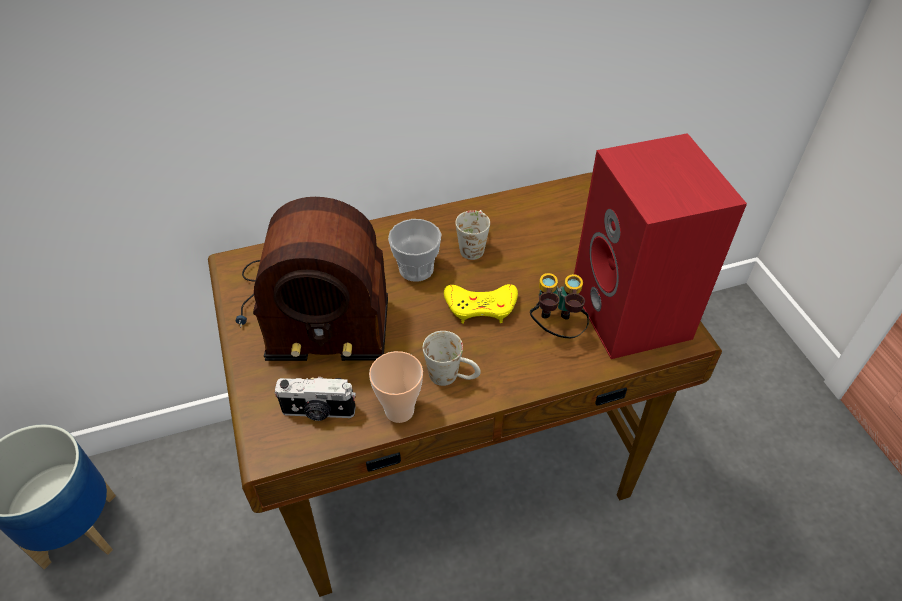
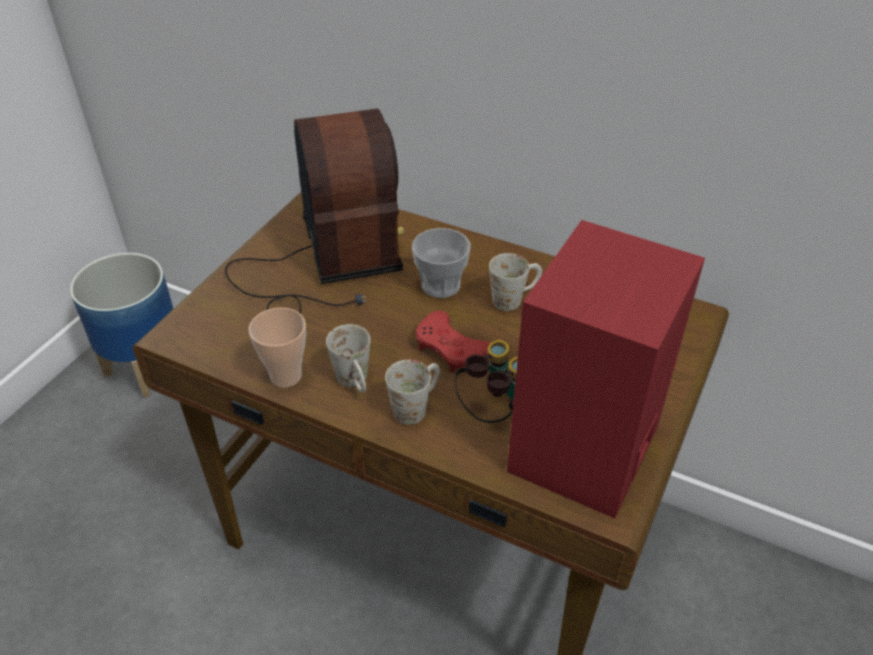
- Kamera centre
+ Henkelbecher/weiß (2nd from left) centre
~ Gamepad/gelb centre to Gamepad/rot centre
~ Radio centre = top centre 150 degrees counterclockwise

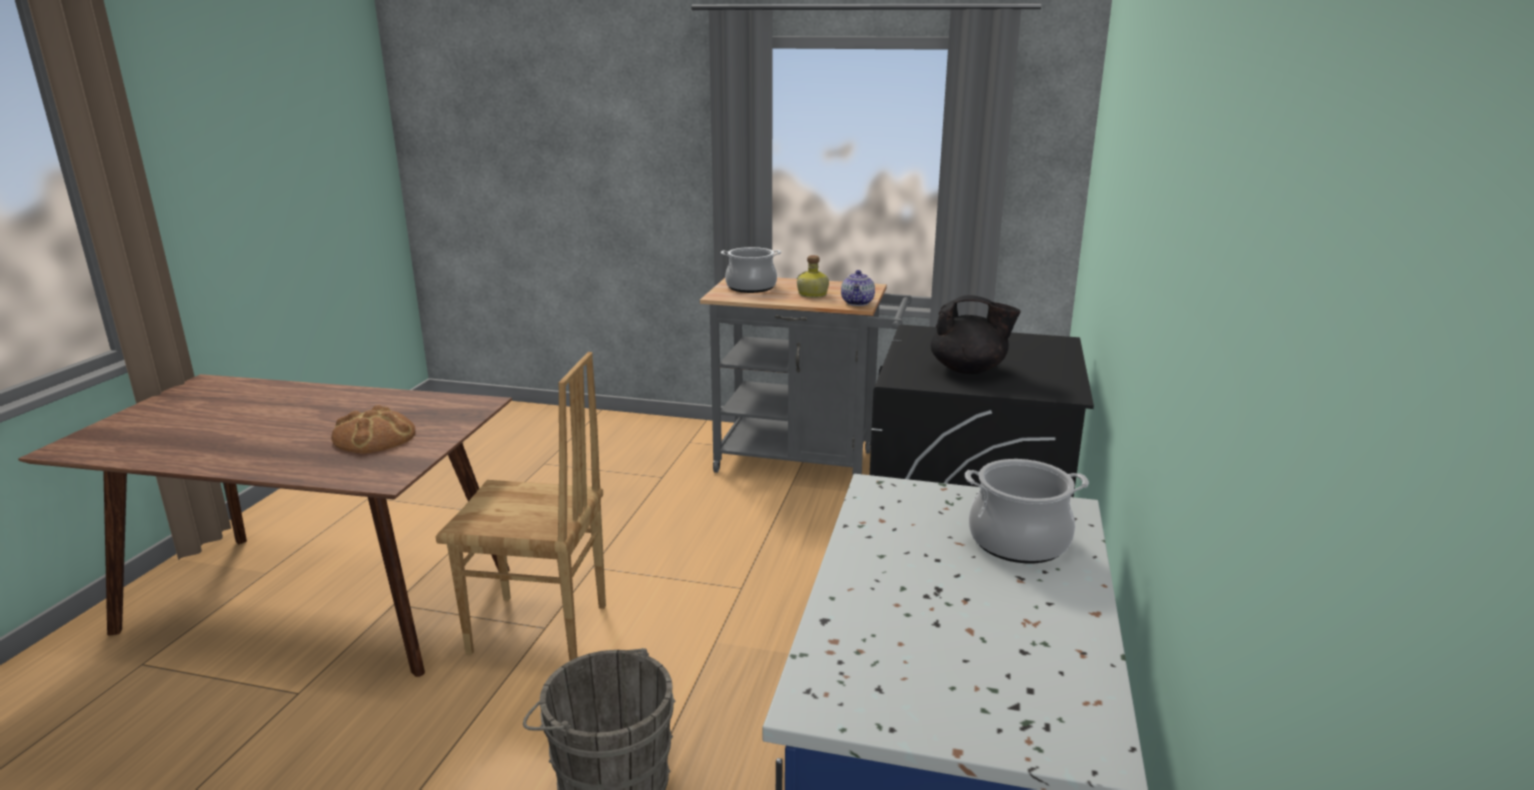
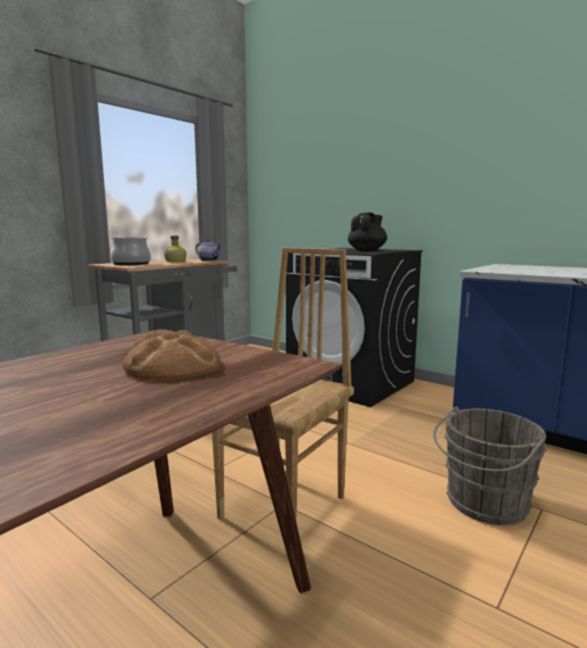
- Kochtopf (2nd from left) middle right

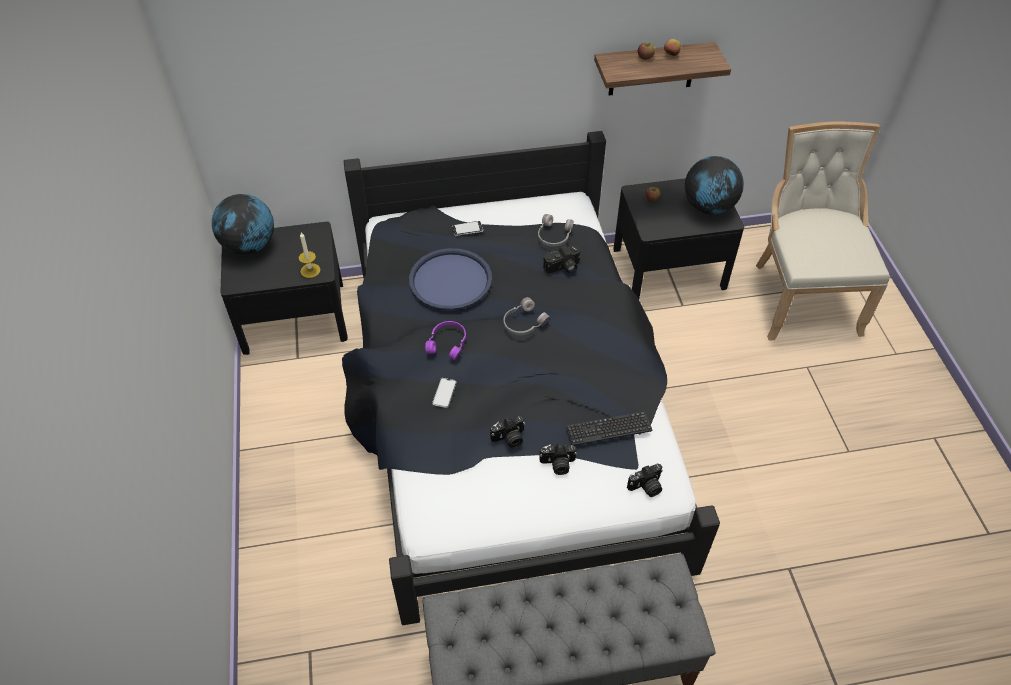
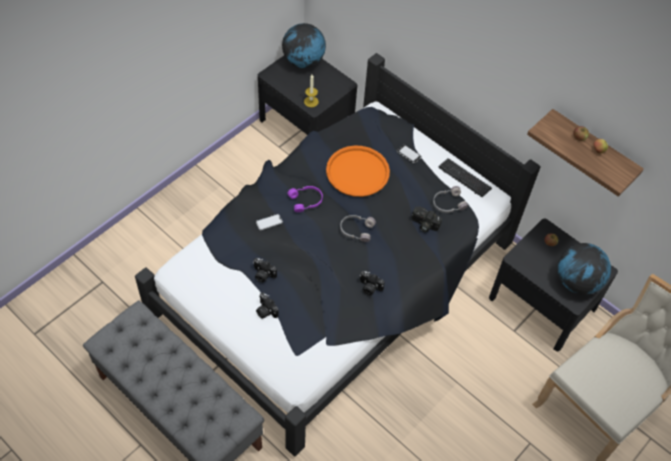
~ Tastatur centre to middle right
~ Kamera (4th from left in the first image) bottom centre to Kamera (3rd from left) centre
~ Tablett/blau centre to Tablett/orange centre

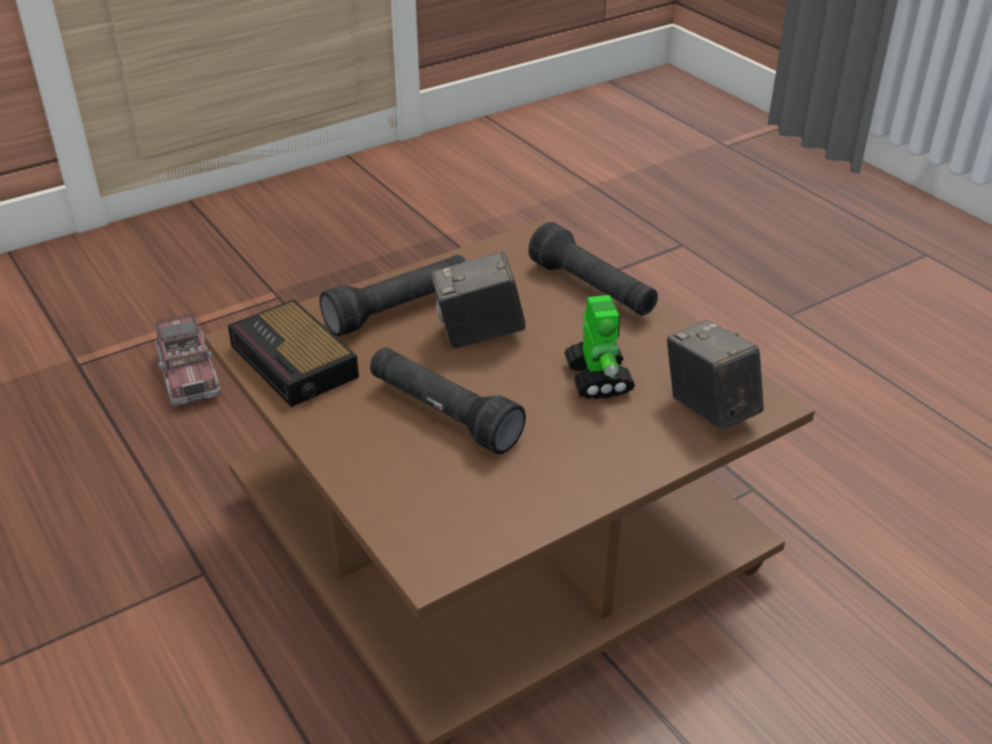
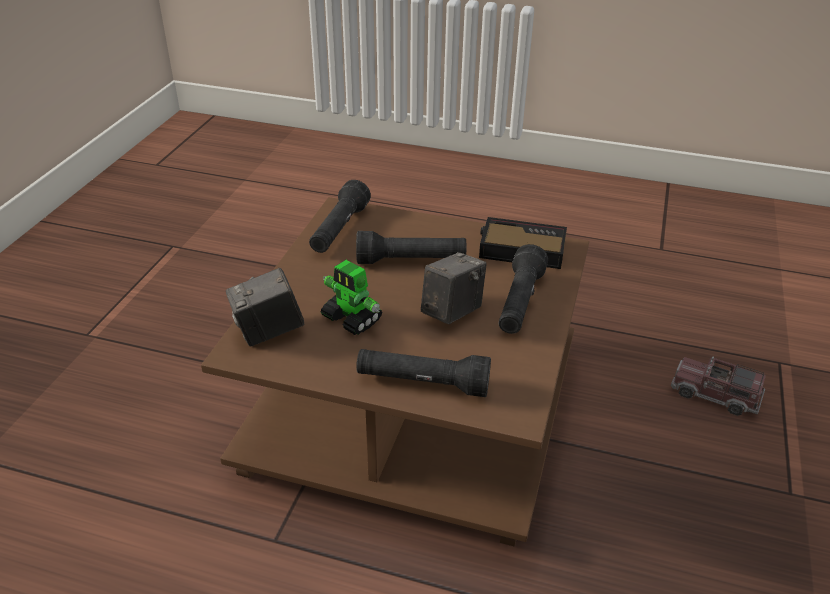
+ Taschenlampe/schwarz (1st from left) centre
~ Kamera (2nd from left in the first image) middle right = middle left 135 degrees clockwise

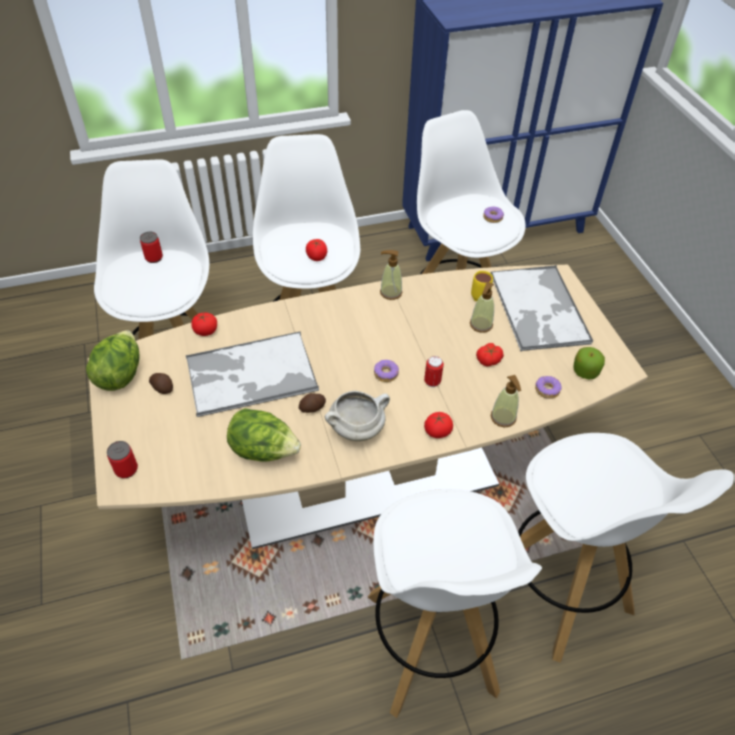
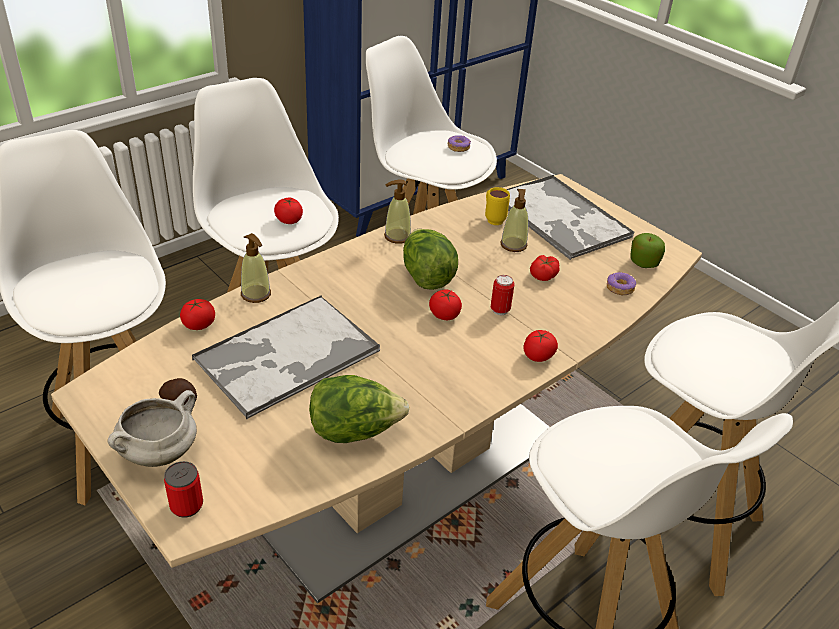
- Dose (2nd from left) middle left
- Kartoffel (2nd from left) centre
~ Salatkopf (1st from left in the first image) middle left to Salatkopf (2nd from left) centre
~ Kochtopf/weiß centre to bottom left
~ Seifenspender (3rd from left in the first image) middle right to Seifenspender (1st from left) middle left
~ Donut (1st from left) centre to Tomate (3rd from left) centre

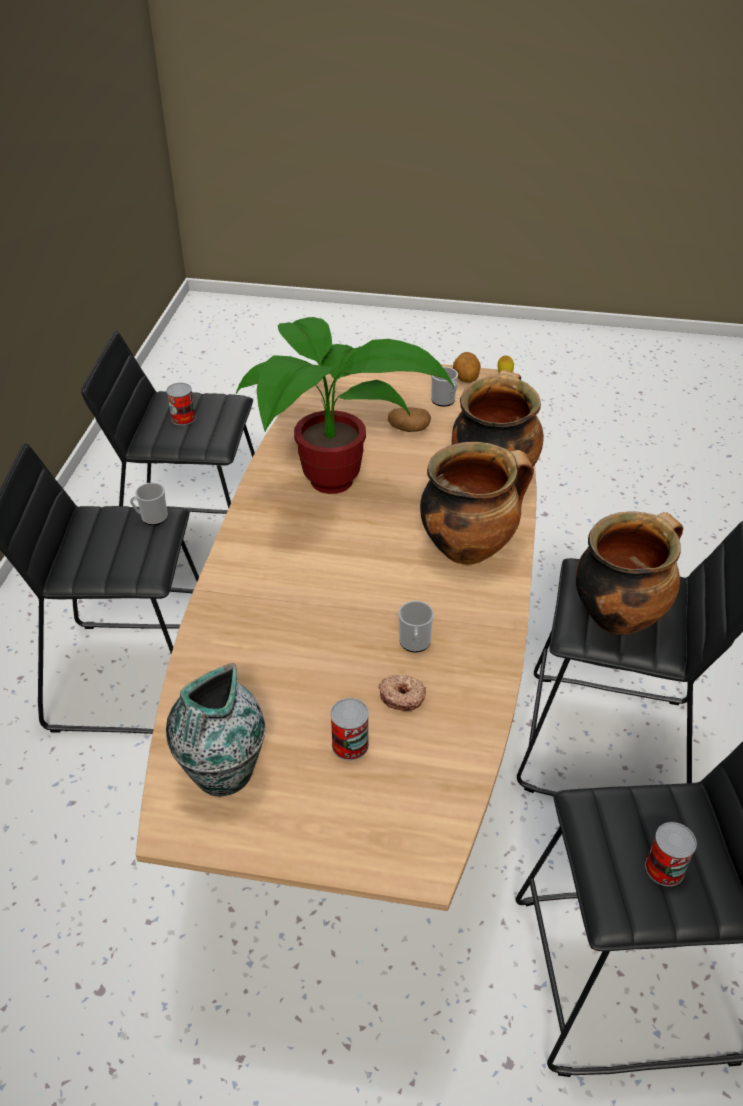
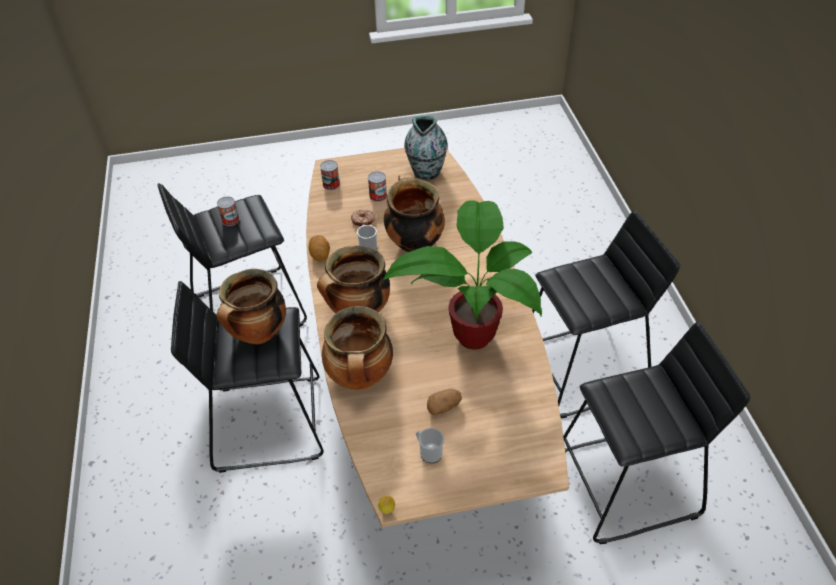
- Henkelbecher (1st from left) middle left
+ Kochtopf (4th from left) centre
~ Dose (1st from left in the first image) middle left to Dose (2nd from left) top centre
~ Kartoffel (2nd from left in the first image) top centre to Kartoffel (1st from left) centre

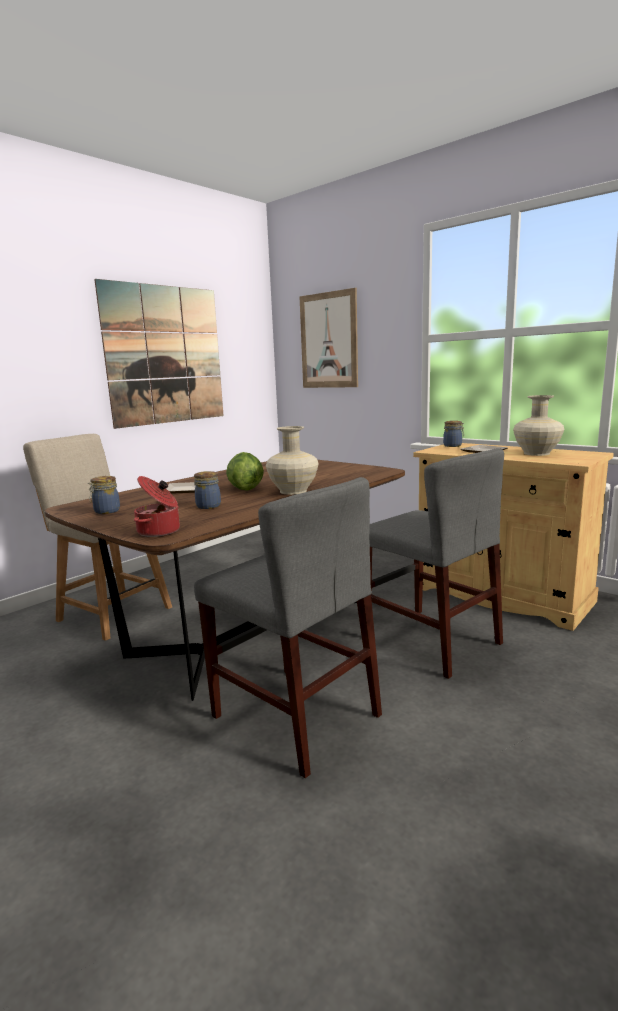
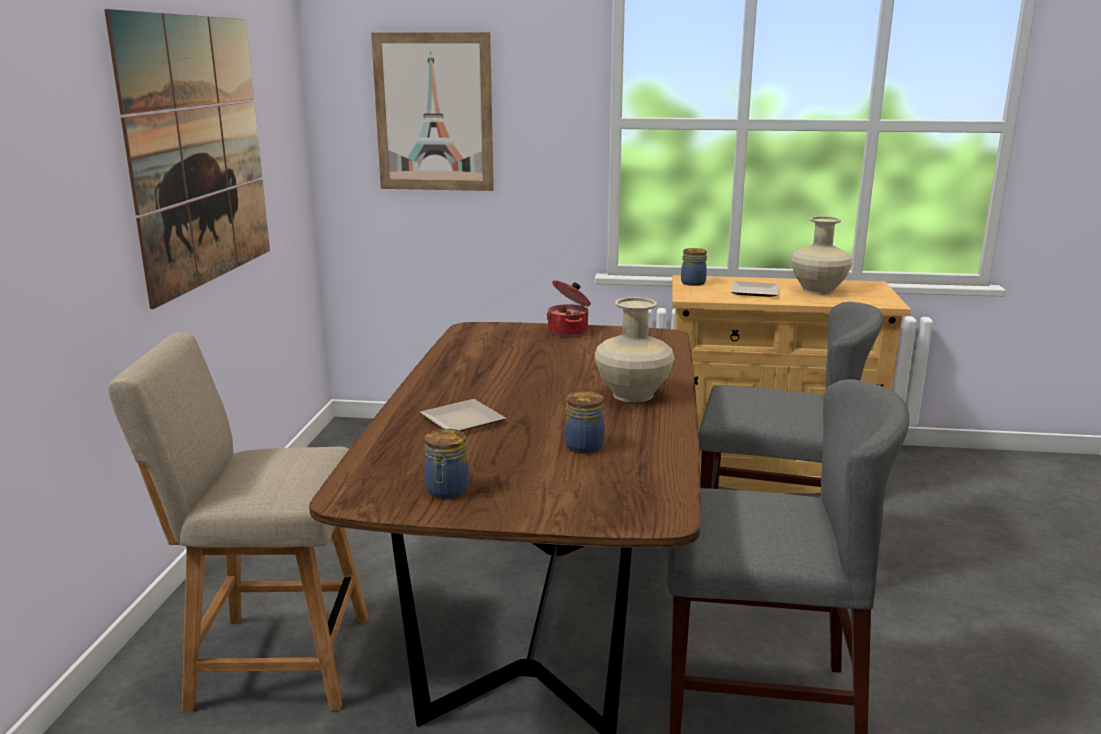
- Salatkopf centre
~ Kochtopf middle left to centre

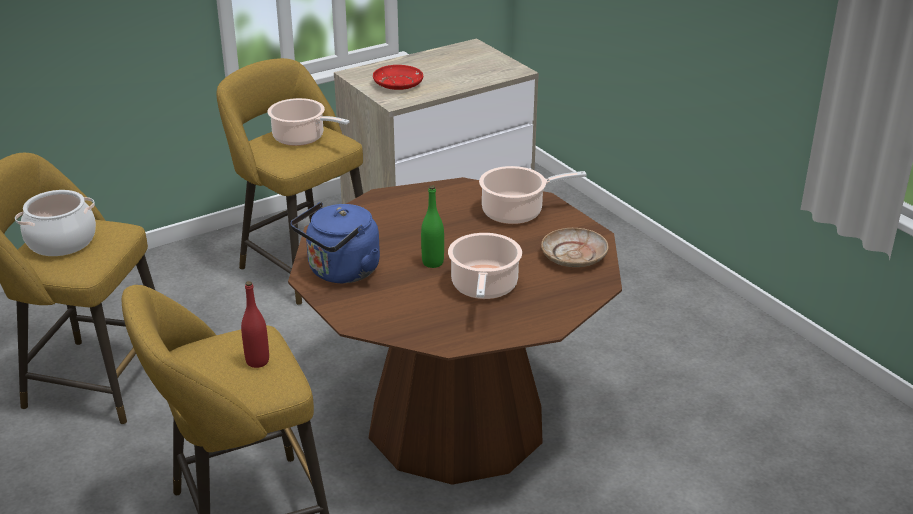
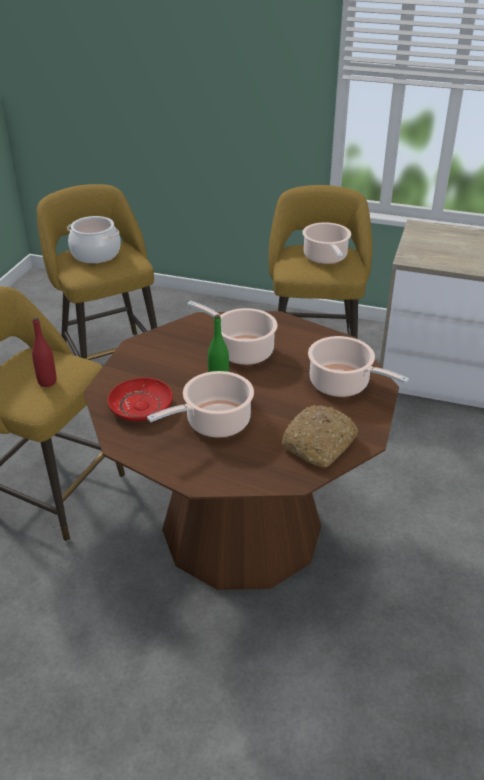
- Wasserkessel/blau centre
+ Kochtopf (3rd from left) centre
~ Teller/rot top centre to middle left
~ Teller/beige centre to Brot centre

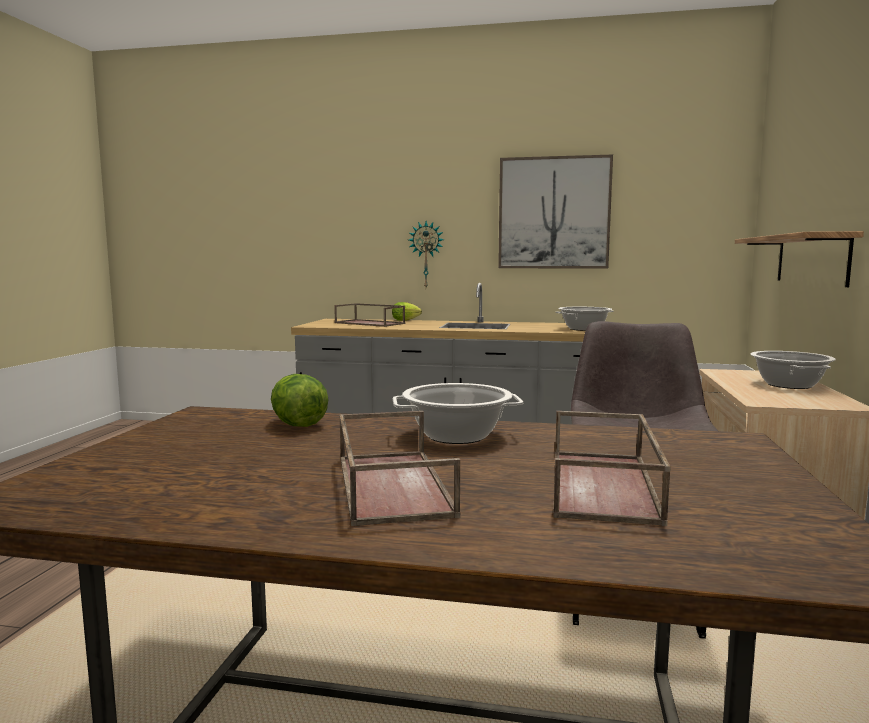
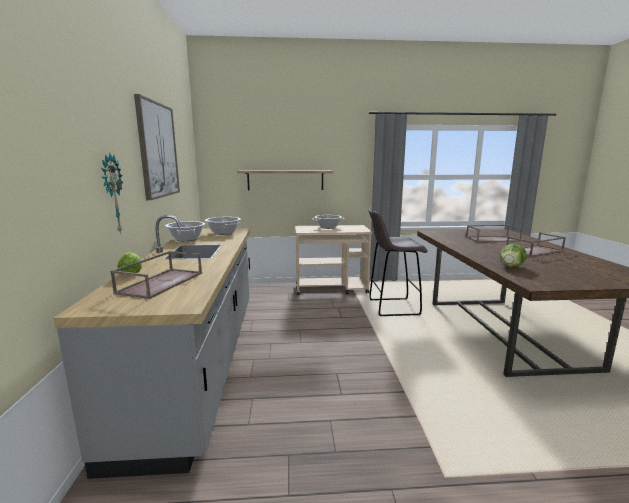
~ Kochtopf (1st from left) centre to middle left

